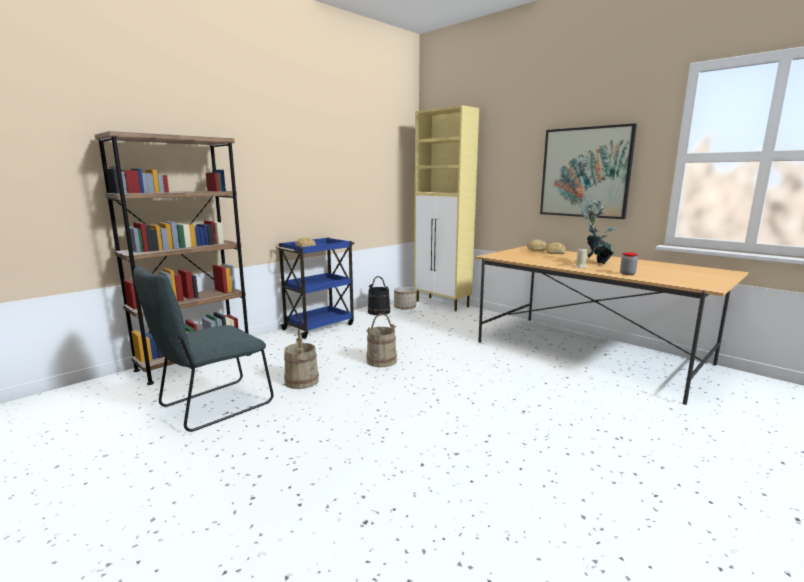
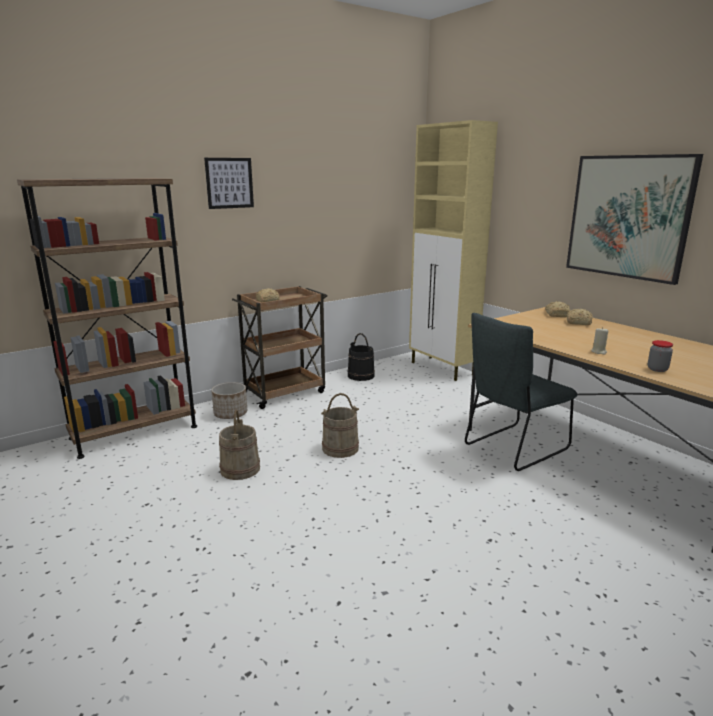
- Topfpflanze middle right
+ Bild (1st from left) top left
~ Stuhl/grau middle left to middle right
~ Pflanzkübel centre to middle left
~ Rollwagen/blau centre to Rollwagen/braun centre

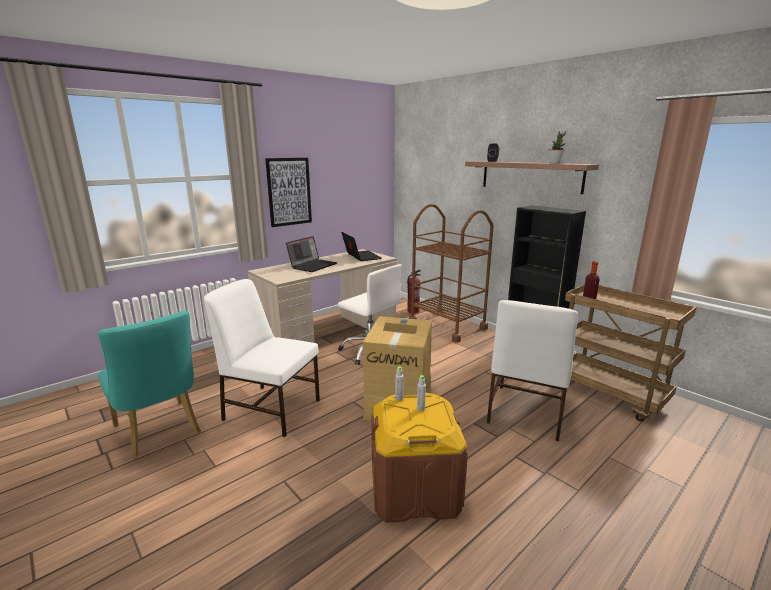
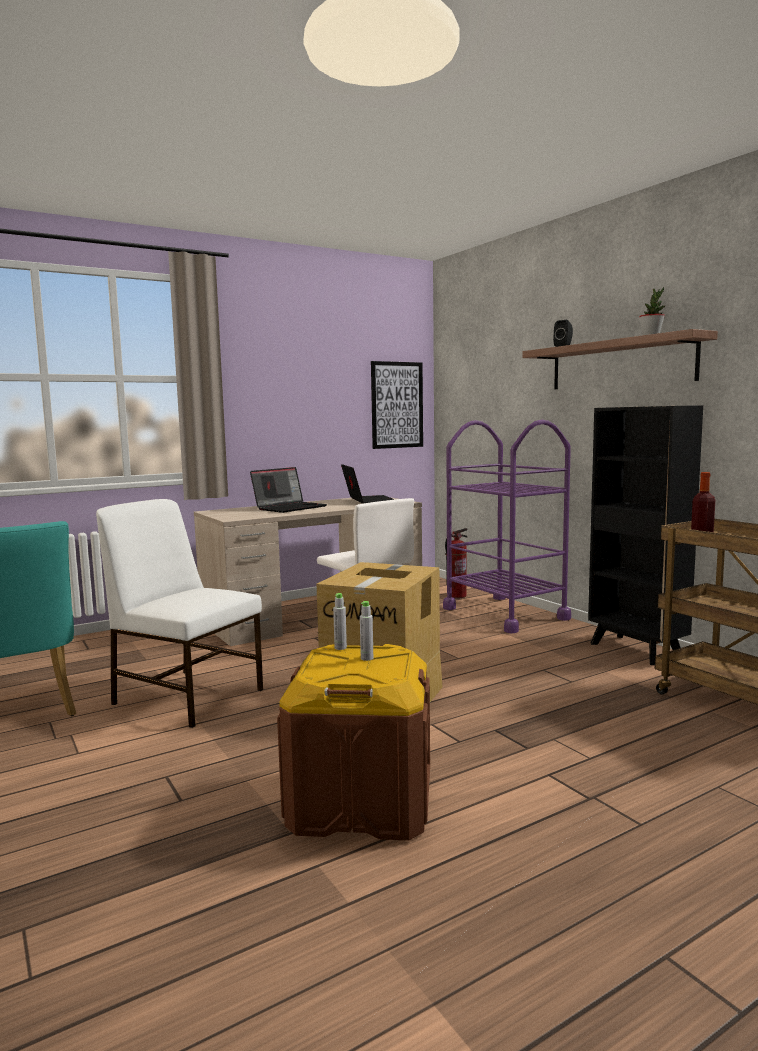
- Stuhl/weiß (2nd from left) middle right
~ Bild top centre to centre
~ Rollwagen/braun (1st from left) centre to Rollwagen/lila middle right

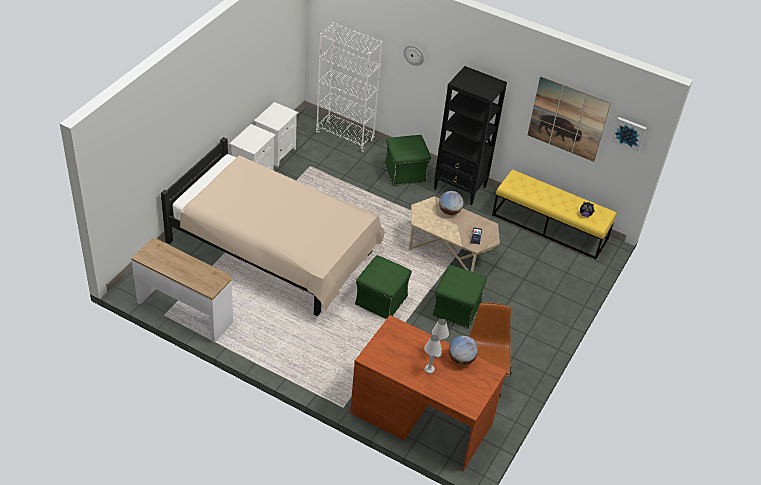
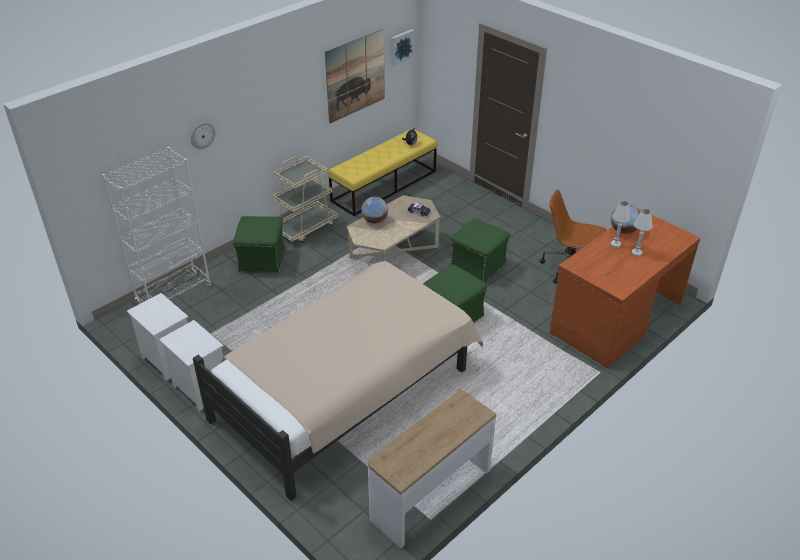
~ Bücherregal/schwarz top centre to Rollwagen/beige centre

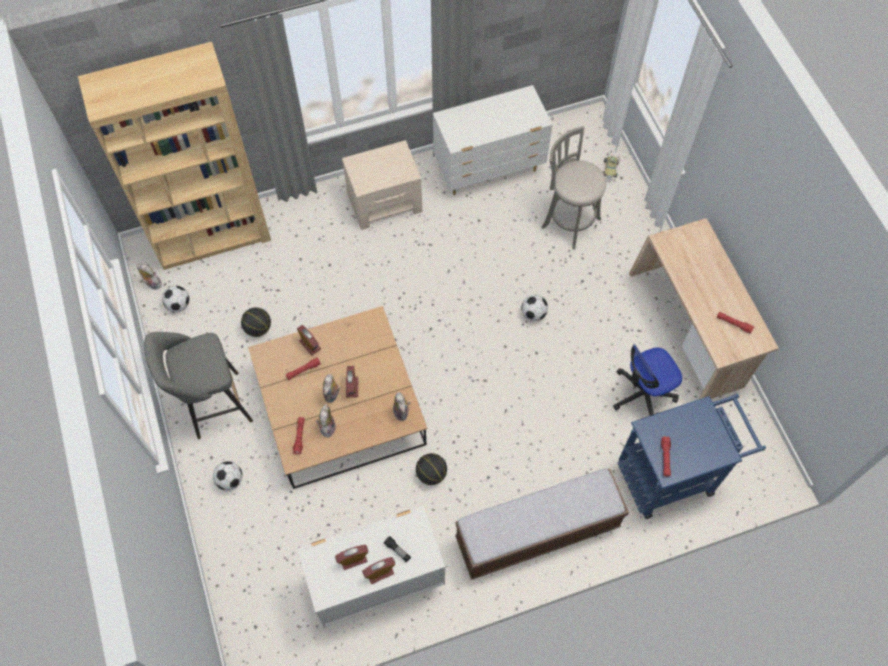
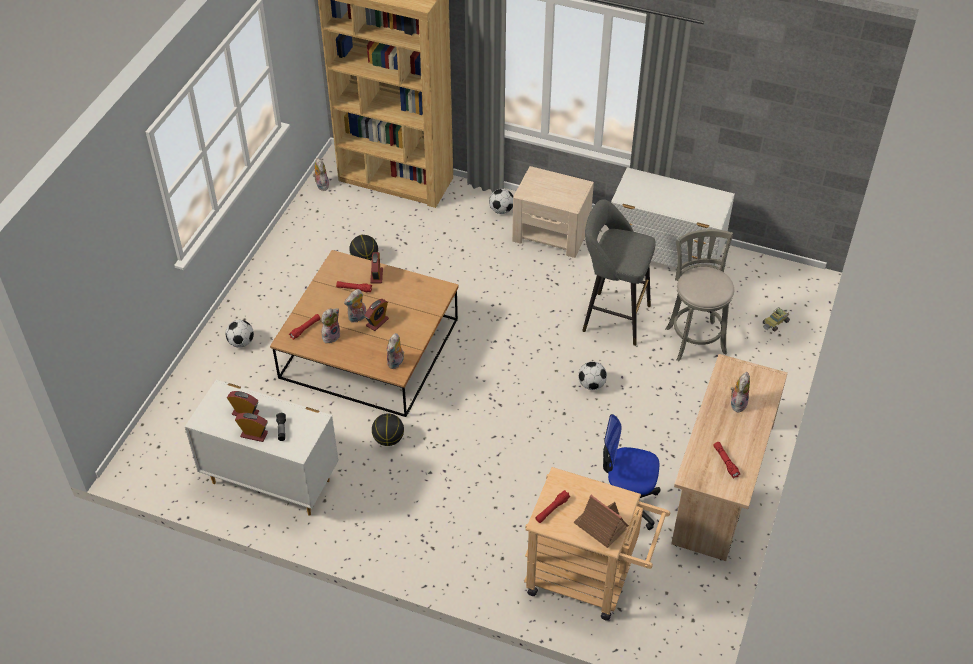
- Bank bottom centre
+ Spielzeughaus bottom centre
+ Plüschtier (5th from left) middle right
~ Hocker/grau (1st from left) middle left to centre
~ Fußball (1st from left in the first image) middle left to Fußball (2nd from left) top centre
~ Rollwagen/blau bottom right to Rollwagen/beige bottom centre

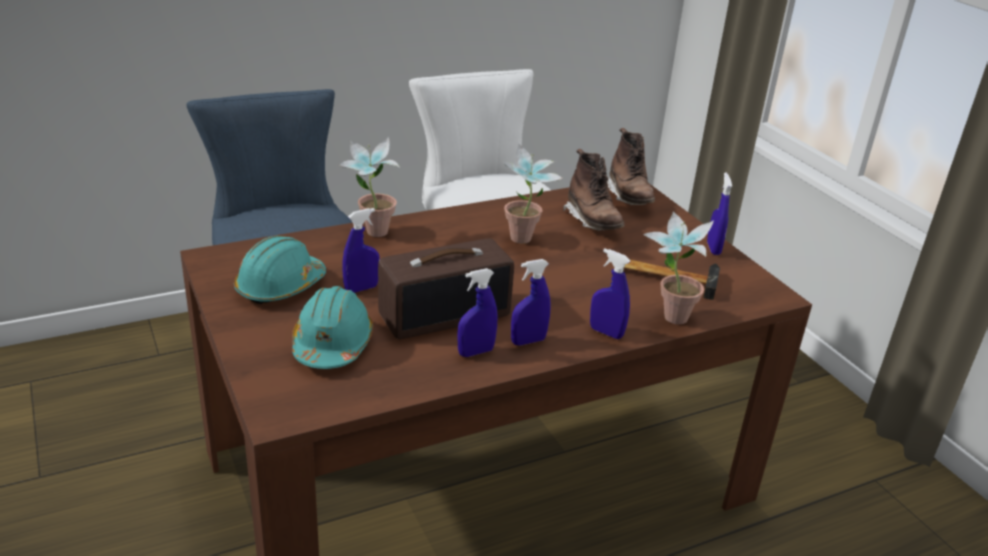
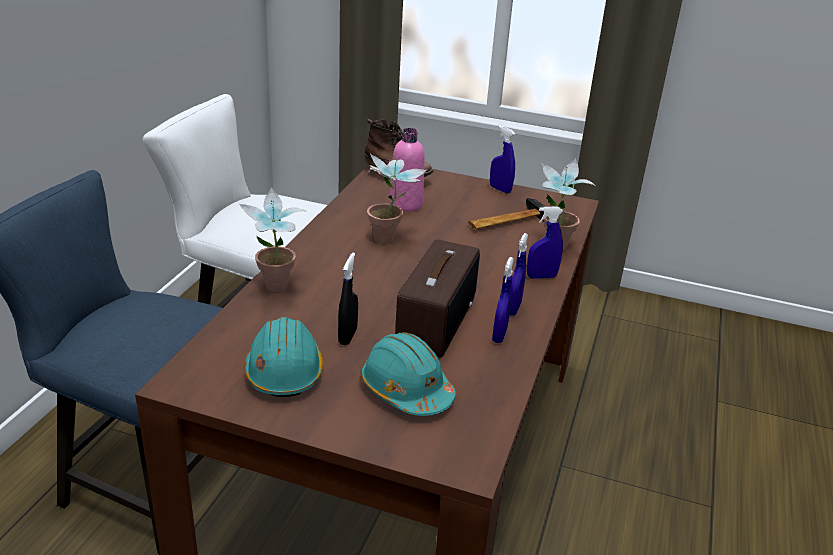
~ Stiefel/braun (1st from left) centre to Flasche/rosa top centre
~ Sprühflasche/blau (1st from left) centre to Sprühflasche/schwarz centre

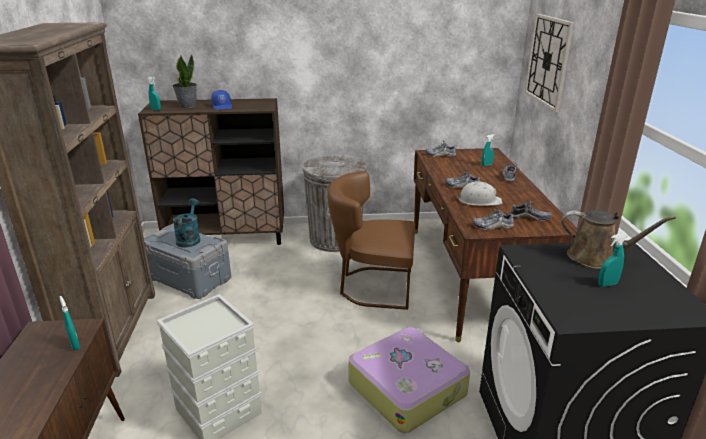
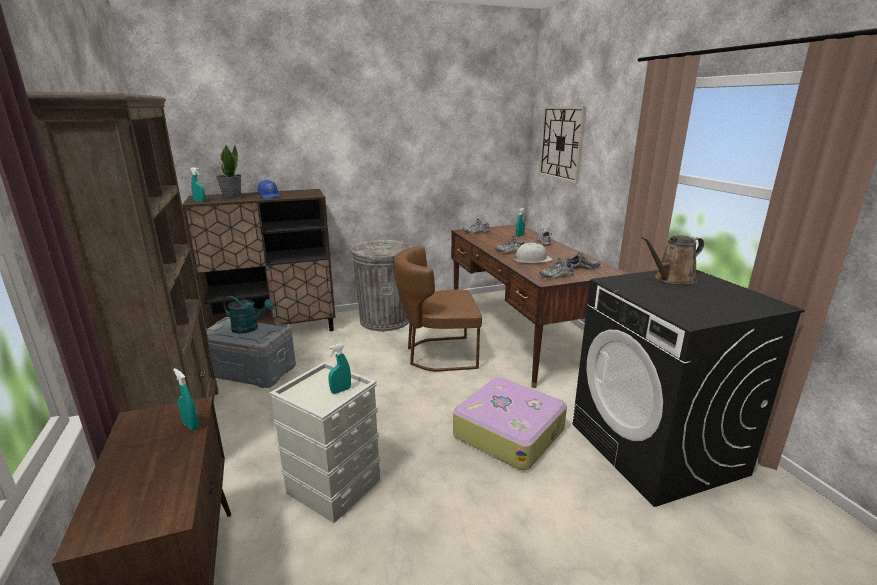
~ Sprühflasche/türkis (4th from left in the first image) middle right to Sprühflasche/türkis (3rd from left) centre
~ Gießkanne/türkis middle left = middle left 120 degrees clockwise
~ Gießkanne/braun middle right = middle right 150 degrees clockwise

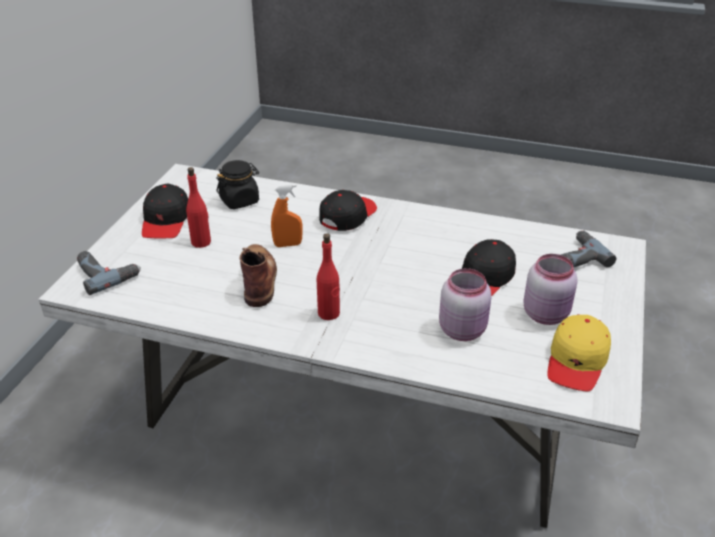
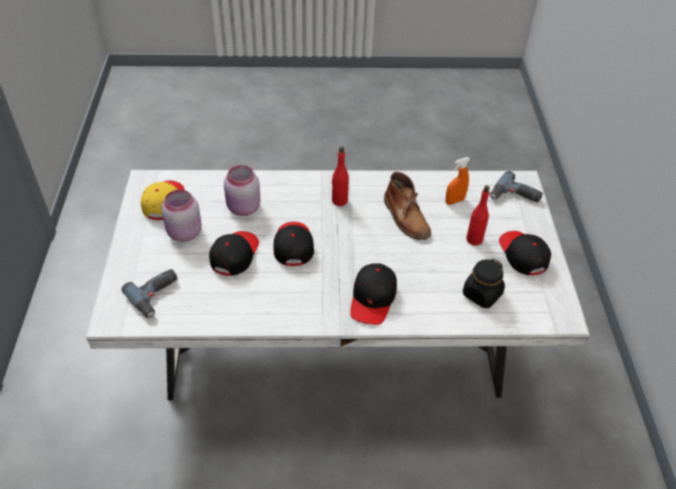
+ Kappe/schwarz (2nd from left) centre
~ Sprühflasche/orange centre to middle right

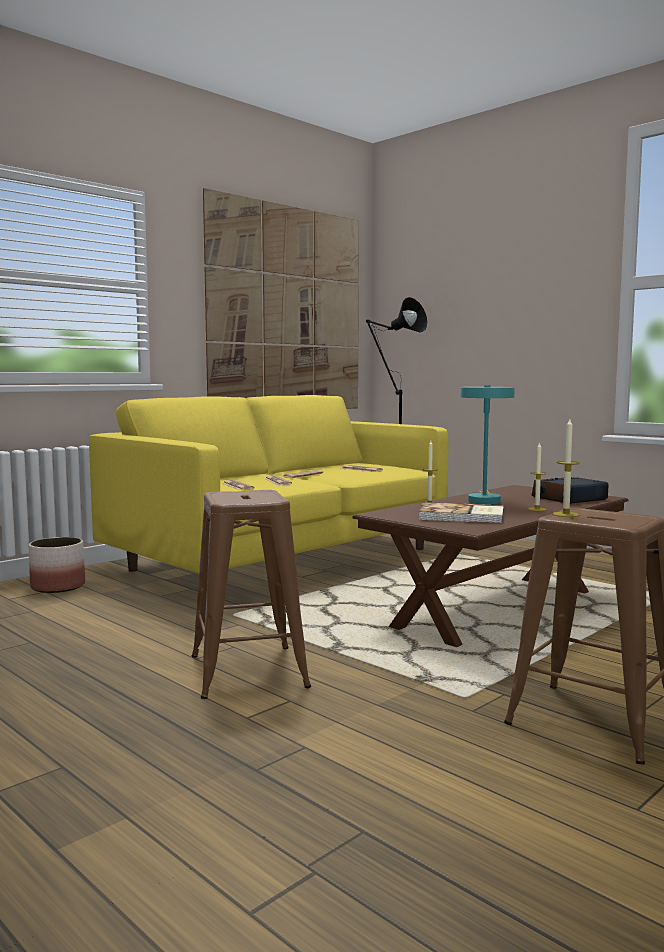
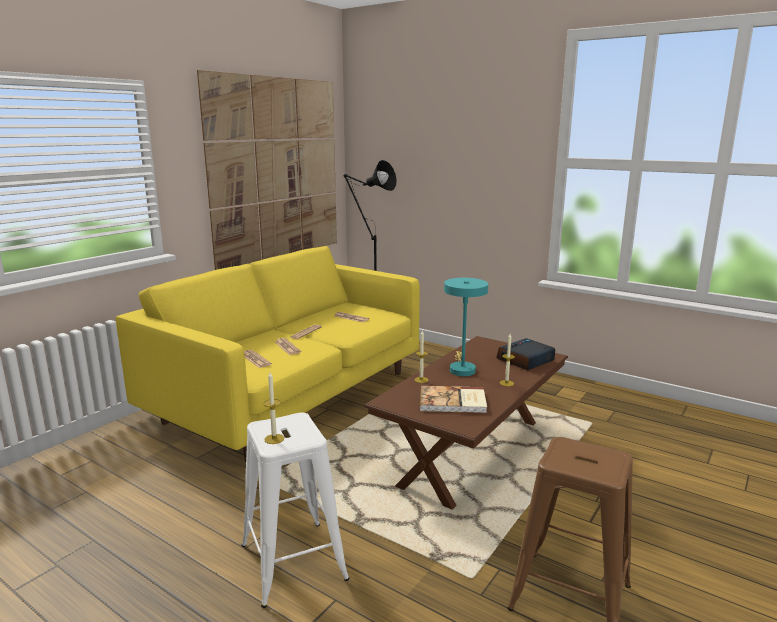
- Pflanzkübel middle left
~ Kerze (3rd from left in the first image) middle right to Kerze (1st from left) centre
~ Hocker/braun (1st from left) centre to Hocker/weiß bottom centre

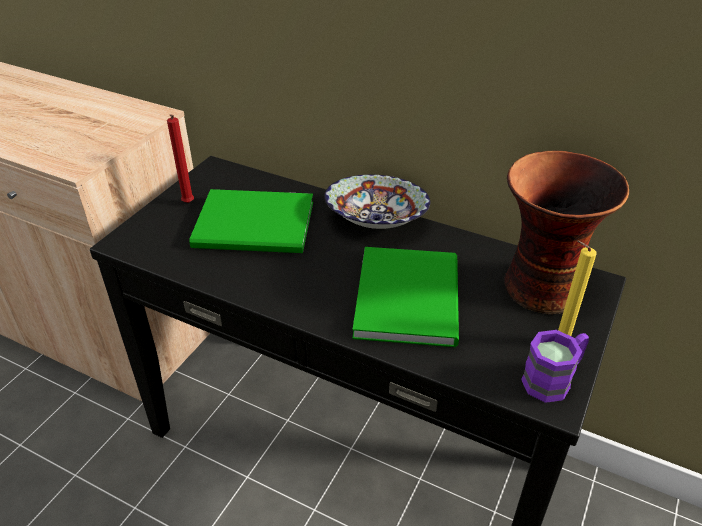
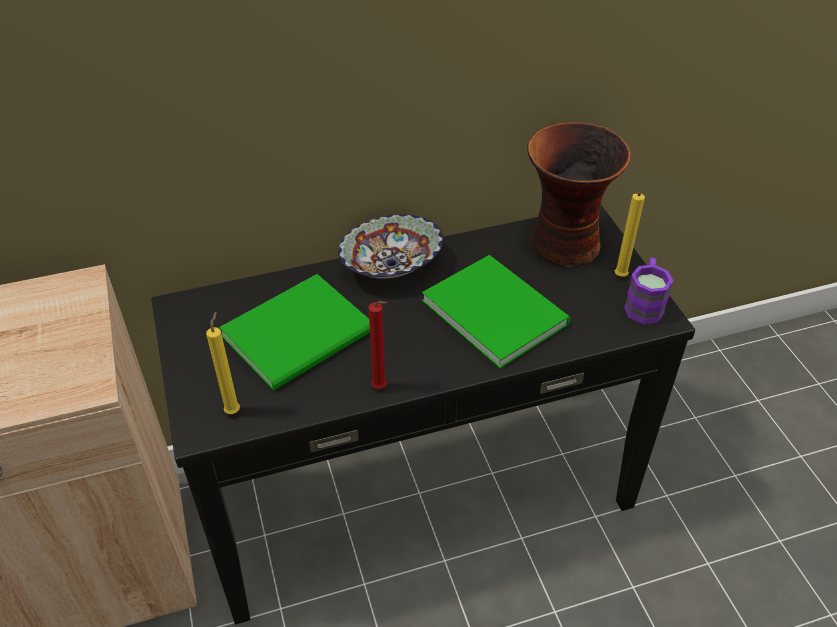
+ Kerze/gelb (1st from left) middle left
~ Kerze/rot top left to centre

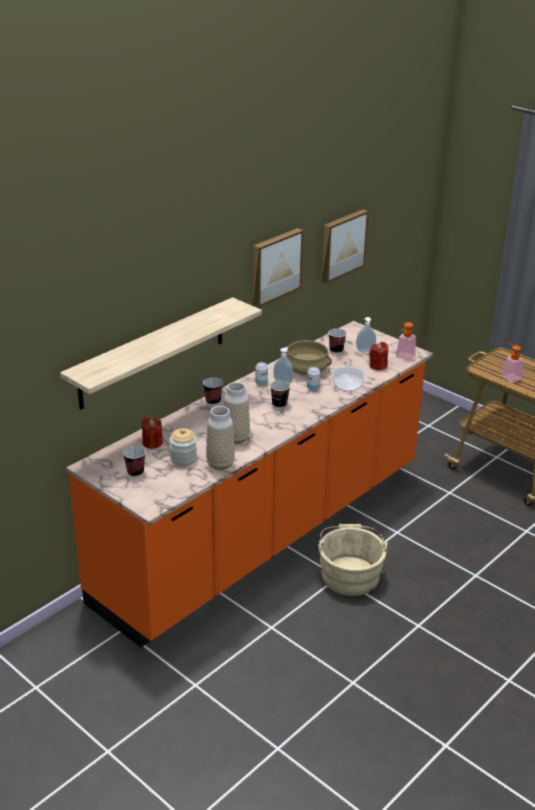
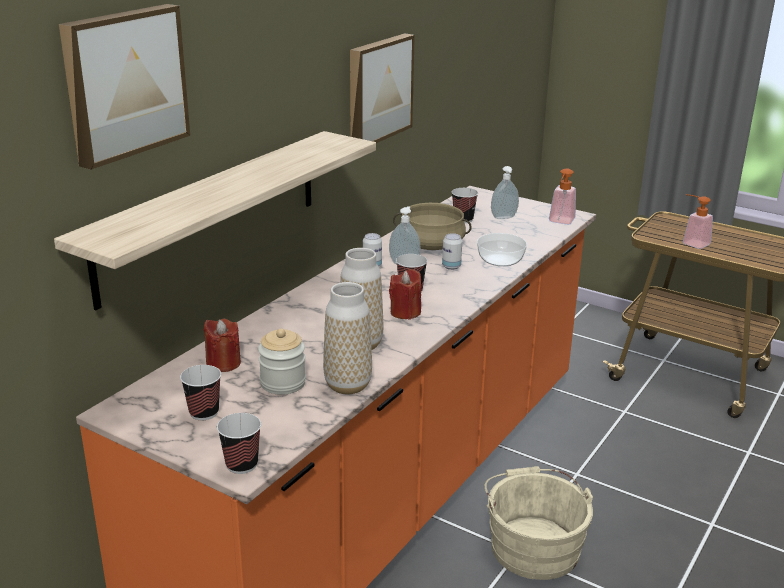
~ Tasse (2nd from left) centre to bottom left
~ Bild (2nd from left in the first image) top centre to Bild (1st from left) top left
~ Kerze/rot (2nd from left) middle right to centre

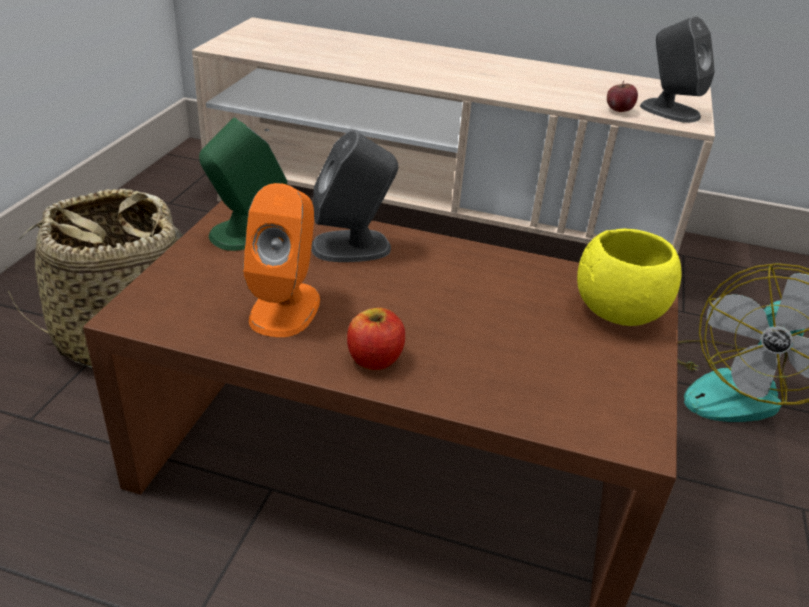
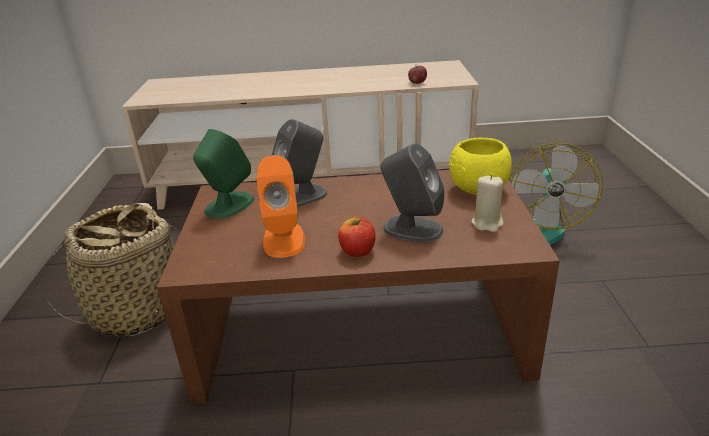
+ Kerze/beige middle right
~ Lautsprecher/grau (2nd from left) top right to centre

